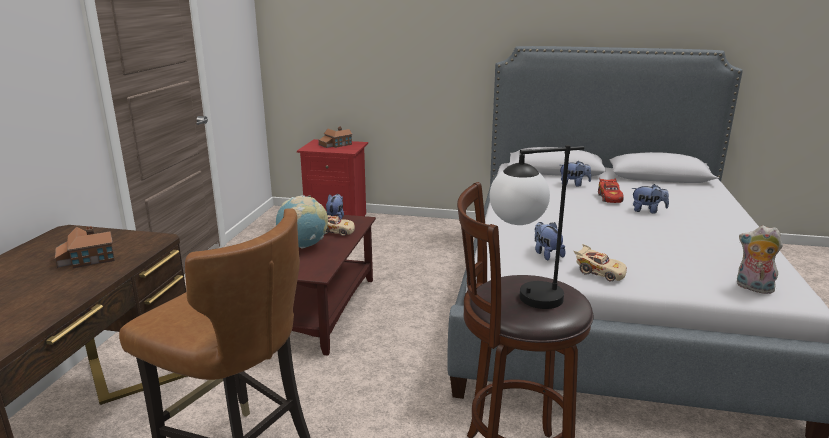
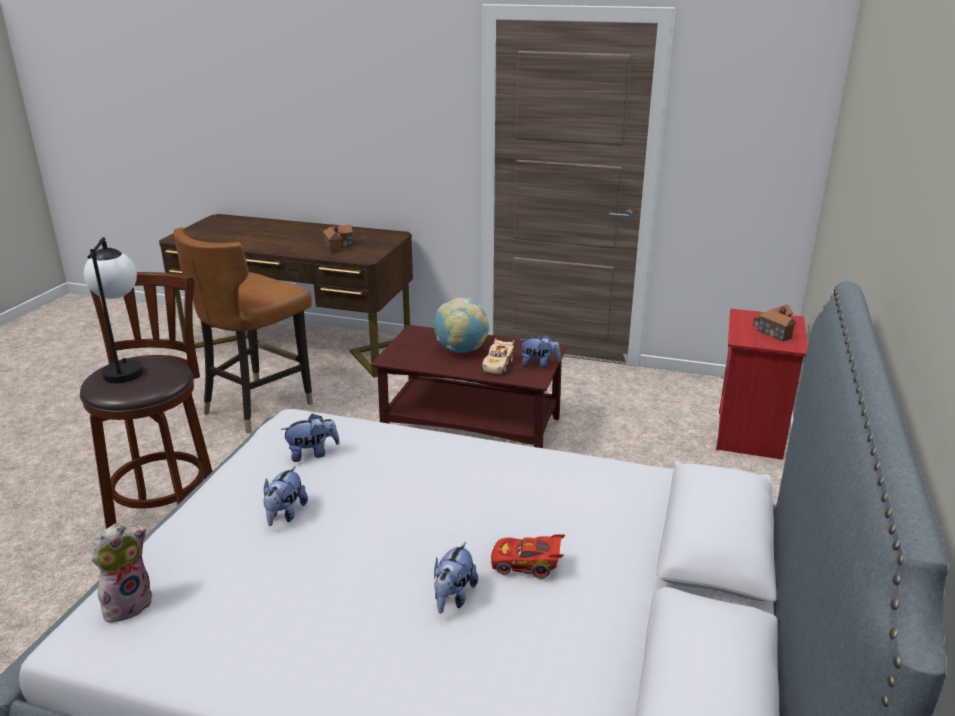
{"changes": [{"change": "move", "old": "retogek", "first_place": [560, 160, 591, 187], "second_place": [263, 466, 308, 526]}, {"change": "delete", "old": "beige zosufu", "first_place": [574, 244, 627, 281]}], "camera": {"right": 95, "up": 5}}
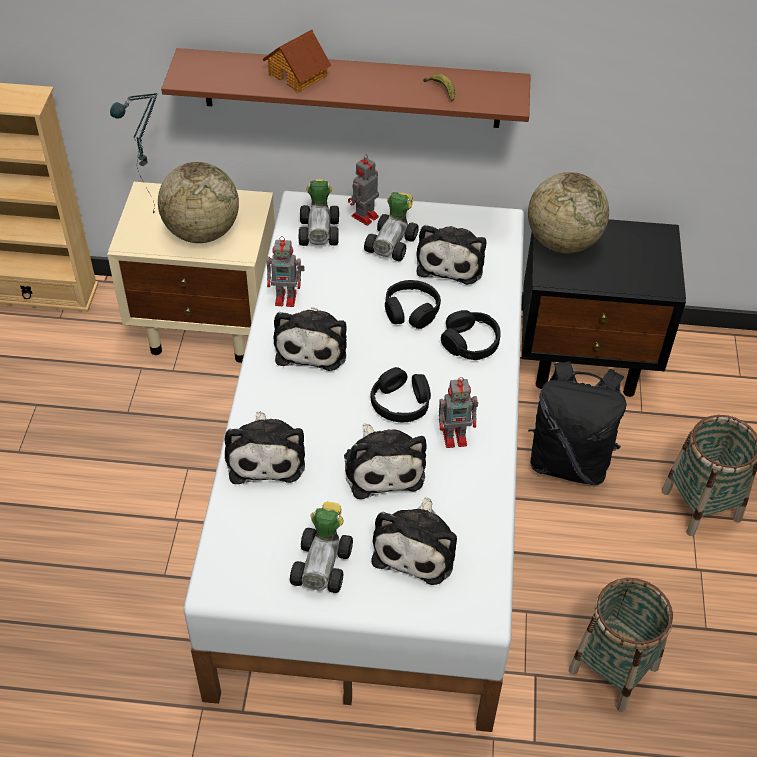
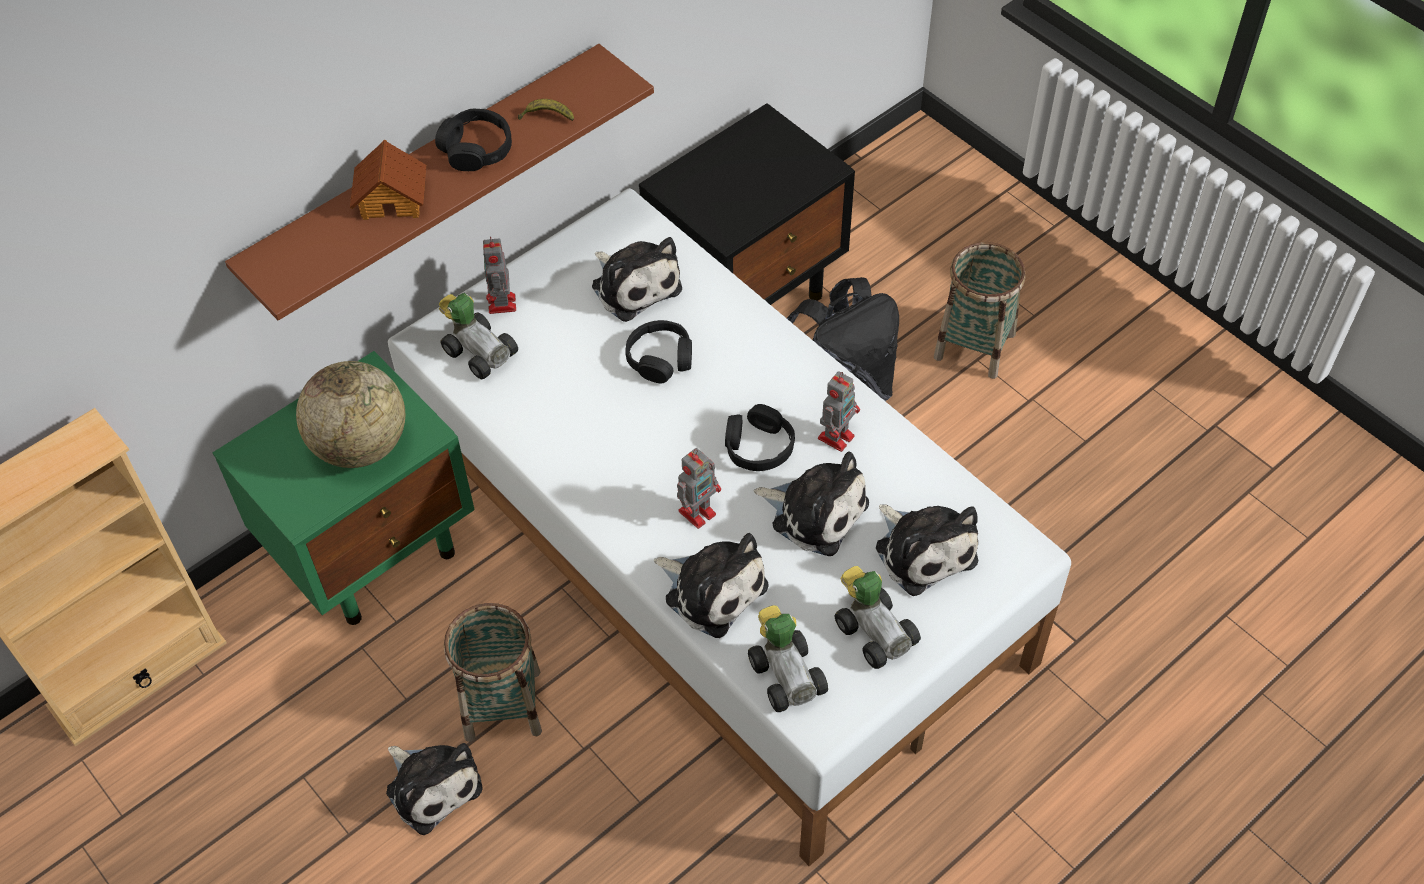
{"changes": [{"change": "delete", "old": "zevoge", "first_place": [110, 93, 158, 214]}, {"change": "delete", "old": "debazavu", "first_place": [528, 172, 609, 254]}, {"change": "recolor", "old": "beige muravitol", "new": "green muravitol", "first_place": [107, 182, 275, 363], "second_place": [213, 351, 475, 625]}, {"change": "move", "old": "zosufu", "first_place": [364, 192, 419, 261], "second_place": [748, 605, 828, 712]}, {"change": "move", "old": "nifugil", "first_place": [266, 236, 305, 307], "second_place": [677, 448, 721, 529]}, {"change": "move", "old": "retogek", "first_place": [274, 307, 347, 371], "second_place": [386, 743, 483, 835]}, {"change": "move", "old": "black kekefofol", "first_place": [441, 310, 501, 360], "second_place": [435, 109, 512, 171]}, {"change": "move", "old": "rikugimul", "first_place": [568, 578, 673, 712], "second_place": [444, 603, 542, 742]}], "camera": {"right": -45, "up": 5}}
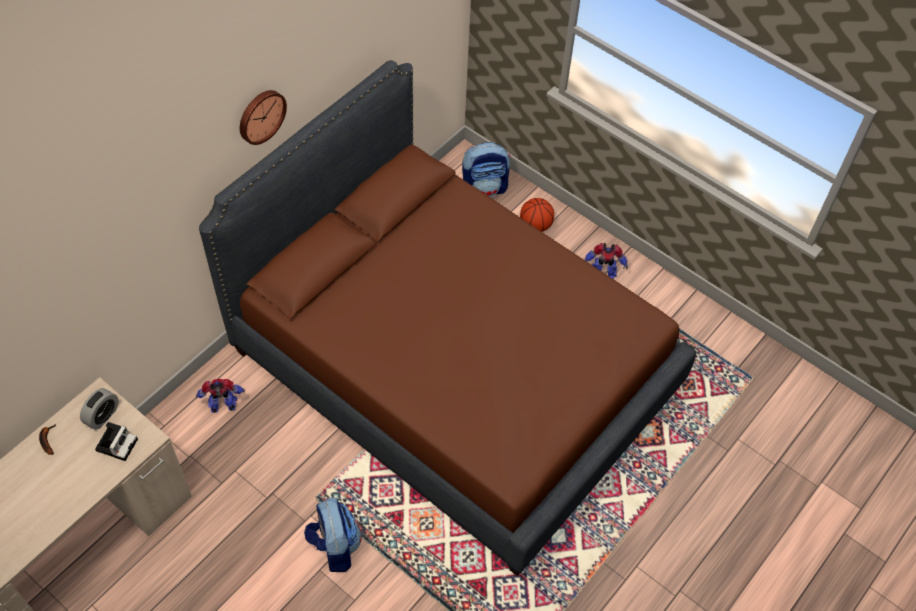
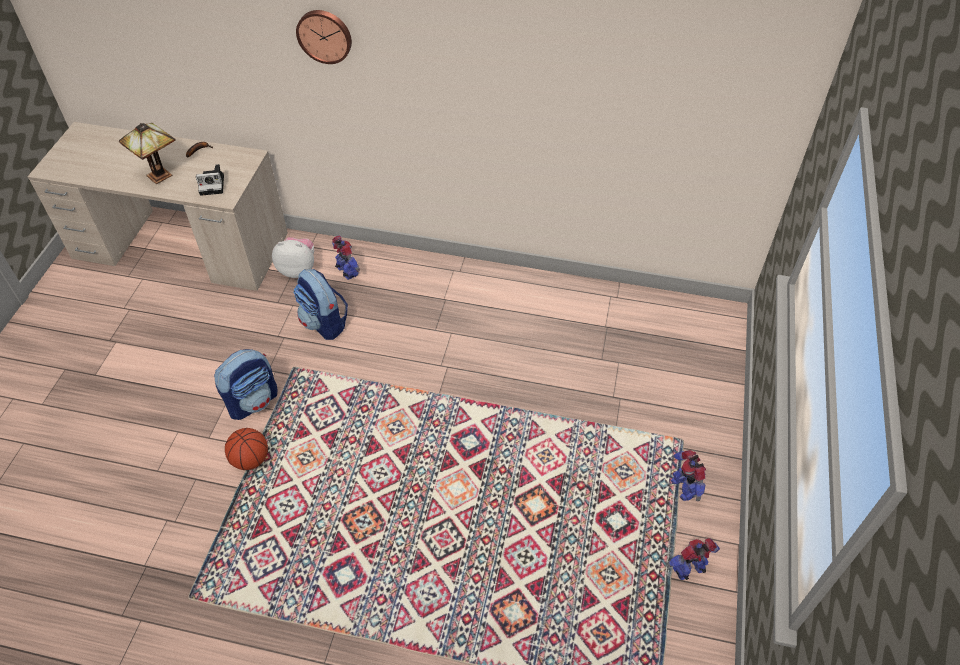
{"changes": [{"change": "delete", "old": "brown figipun", "first_place": [199, 60, 696, 576]}, {"change": "move", "old": "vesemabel", "first_place": [240, 90, 287, 145], "second_place": [296, 10, 352, 64]}, {"change": "move", "old": "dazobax", "first_place": [462, 142, 510, 197], "second_place": [293, 269, 348, 340]}, {"change": "move", "old": "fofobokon", "first_place": [520, 198, 554, 232], "second_place": [225, 428, 268, 470]}, {"change": "delete", "old": "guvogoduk", "first_place": [80, 388, 119, 430]}, {"change": "insert", "new": "zevoge", "second_place": [119, 123, 176, 184]}, {"change": "insert", "new": "retogek", "second_place": [272, 237, 314, 278]}, {"change": "insert", "new": "nifugil", "second_place": [666, 538, 720, 580]}], "camera": {"right": 65, "up": -5}}
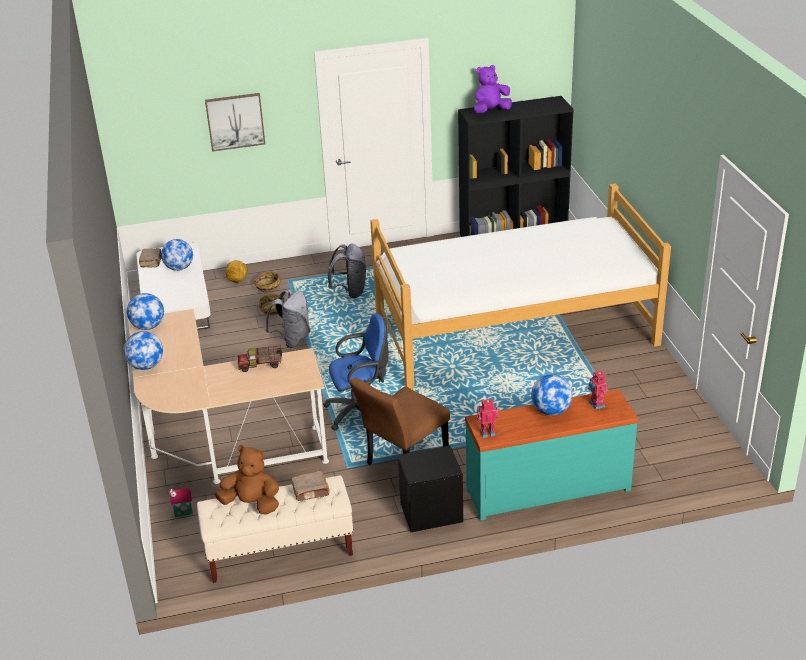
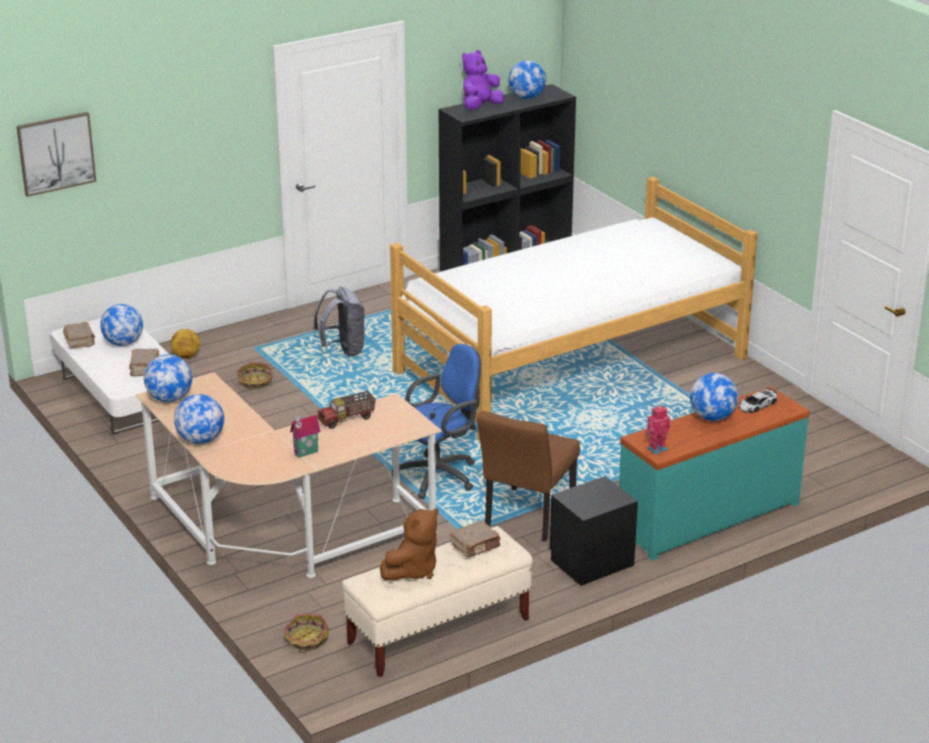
{"changes": [{"change": "move", "old": "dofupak", "first_place": [205, 93, 265, 152], "second_place": [16, 112, 96, 197]}, {"change": "move", "old": "rikugimul", "first_place": [254, 272, 281, 292], "second_place": [284, 613, 329, 653]}, {"change": "delete", "old": "grey dazobax", "first_place": [265, 290, 311, 348]}, {"change": "replace", "old": "nifugil", "new": "zosufu", "first_place": [588, 370, 607, 410], "second_place": [739, 388, 777, 413]}, {"change": "rotate", "old": "brown retogek", "first_place": [215, 445, 279, 514], "second_place": [380, 508, 438, 581], "degrees": 135}, {"change": "move", "old": "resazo", "first_place": [169, 488, 193, 517], "second_place": [290, 414, 321, 458]}, {"change": "insert", "new": "debazavu", "second_place": [508, 61, 546, 99]}, {"change": "insert", "new": "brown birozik", "second_place": [129, 349, 159, 376]}], "camera": {"right": -20, "up": -5}}
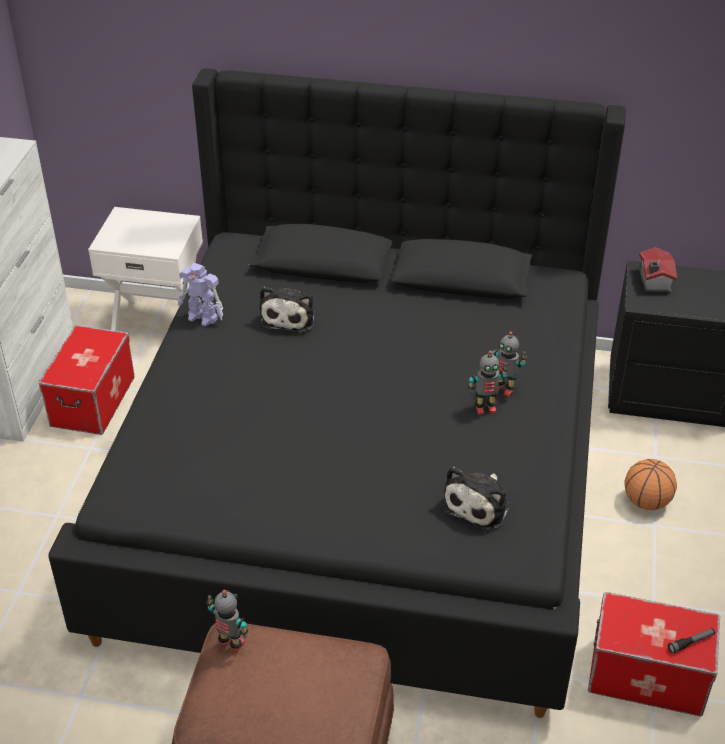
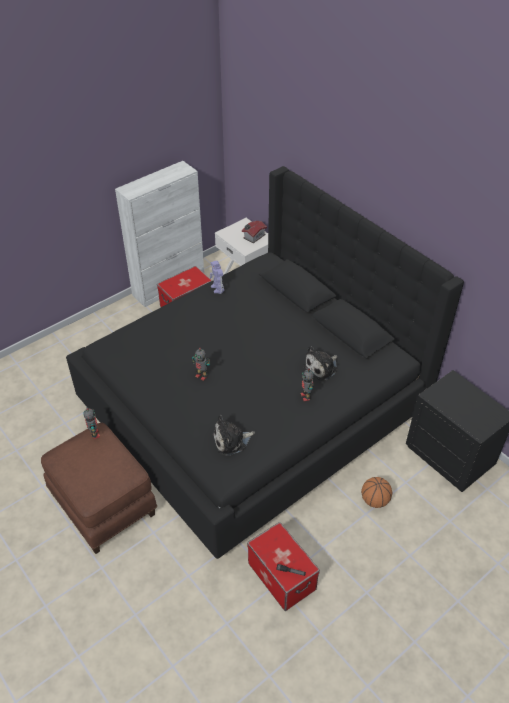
{"changes": [{"change": "move", "old": "resazo", "first_place": [639, 247, 677, 293], "second_place": [242, 221, 267, 243]}, {"change": "move", "old": "retogek", "first_place": [260, 286, 314, 333], "second_place": [303, 346, 337, 381]}, {"change": "move", "old": "nifugil", "first_place": [468, 350, 508, 415], "second_place": [192, 348, 210, 381]}], "camera": {"right": 40, "up": 5}}
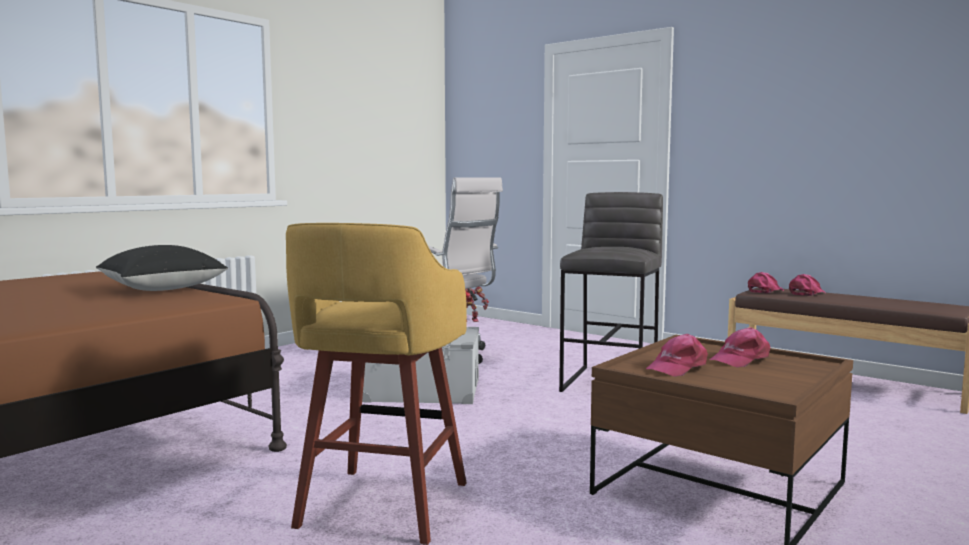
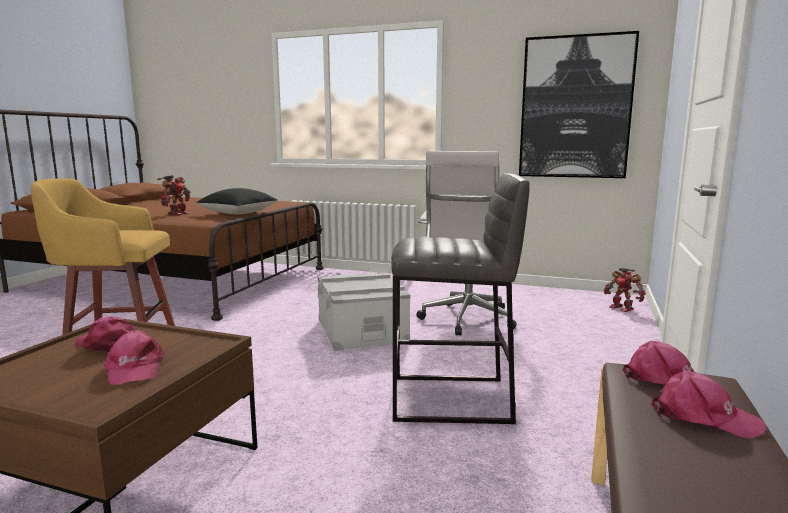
{"changes": [{"change": "rotate", "old": "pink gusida", "first_place": [709, 327, 770, 368], "second_place": [104, 330, 165, 385], "degrees": -150}, {"change": "insert", "new": "dofupak", "second_place": [519, 31, 639, 178]}, {"change": "insert", "new": "nifugil", "second_place": [157, 175, 190, 215]}], "camera": {"right": 70, "up": 5}}
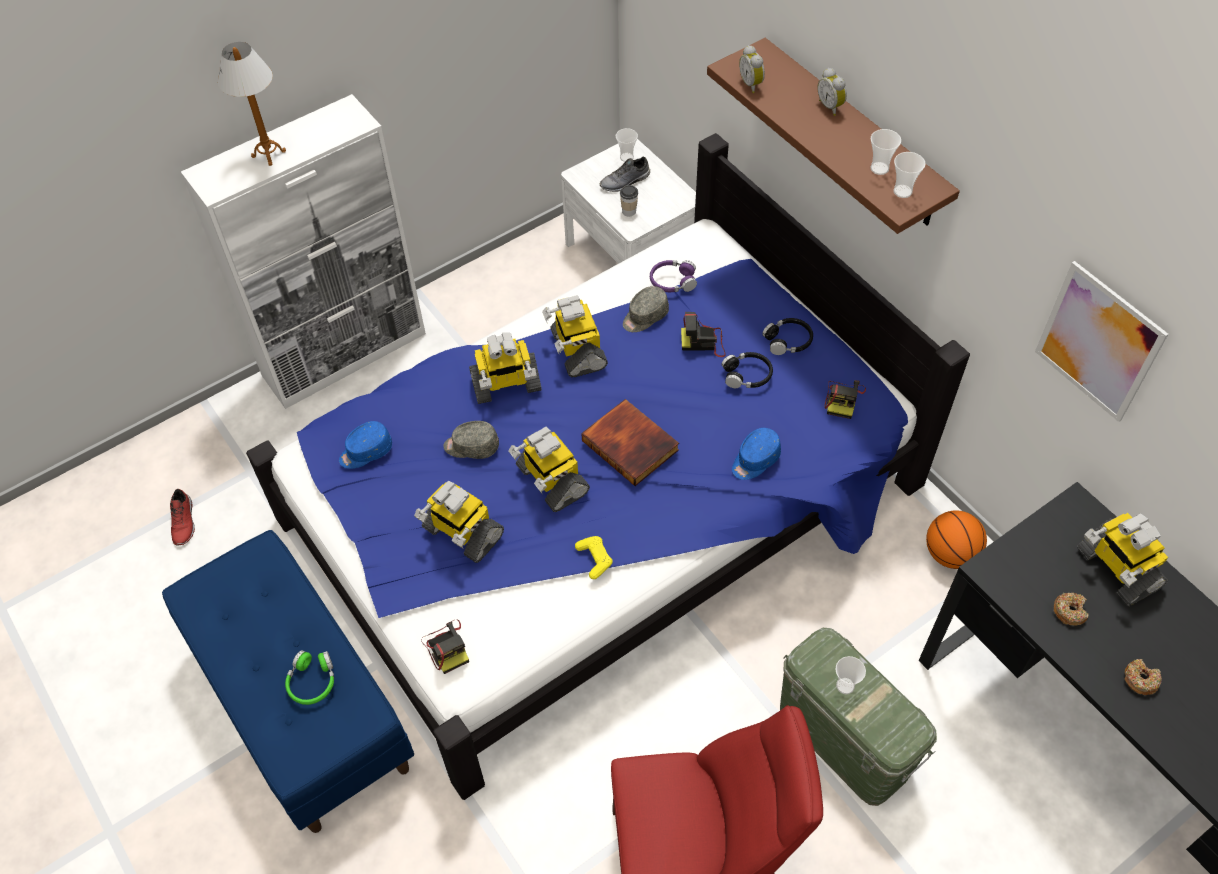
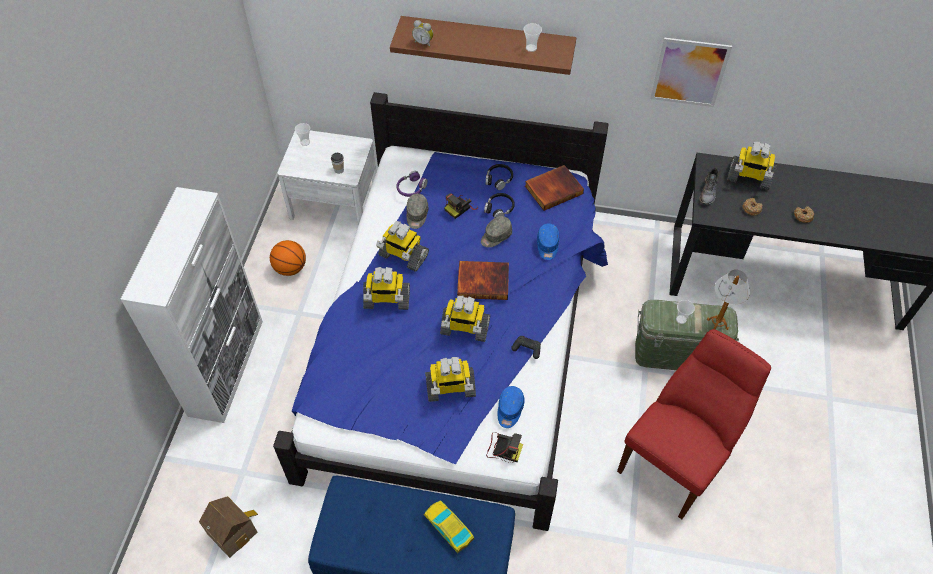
{"changes": [{"change": "move", "old": "zevoge", "first_place": [218, 42, 286, 166], "second_place": [707, 270, 750, 330]}, {"change": "delete", "old": "guvogoduk", "first_place": [817, 68, 847, 116]}, {"change": "delete", "old": "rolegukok", "first_place": [893, 152, 925, 198]}, {"change": "move", "old": "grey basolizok", "first_place": [600, 157, 650, 192], "second_place": [699, 168, 719, 205]}, {"change": "rotate", "old": "nifugil", "first_place": [469, 333, 542, 404], "second_place": [363, 267, 410, 310], "degrees": 60}, {"change": "replace", "old": "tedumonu", "new": "birozik", "first_place": [824, 380, 866, 419], "second_place": [525, 165, 584, 211]}, {"change": "move", "old": "blue gusida", "first_place": [339, 421, 392, 469], "second_place": [498, 386, 525, 428]}, {"change": "move", "old": "grey gusida", "first_place": [443, 421, 499, 459], "second_place": [481, 216, 512, 247]}, {"change": "replace", "old": "red basolizok", "new": "resazo", "first_place": [170, 489, 195, 545], "second_place": [199, 496, 258, 558]}, {"change": "move", "old": "fofobokon", "first_place": [926, 510, 987, 569], "second_place": [270, 240, 306, 276]}, {"change": "recolor", "old": "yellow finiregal", "new": "black finiregal", "first_place": [575, 536, 613, 579], "second_place": [511, 336, 541, 359]}, {"change": "replace", "old": "green kekefofol", "new": "zosufu", "first_place": [285, 650, 334, 705], "second_place": [424, 500, 474, 553]}], "camera": {"right": -45, "up": 0}}
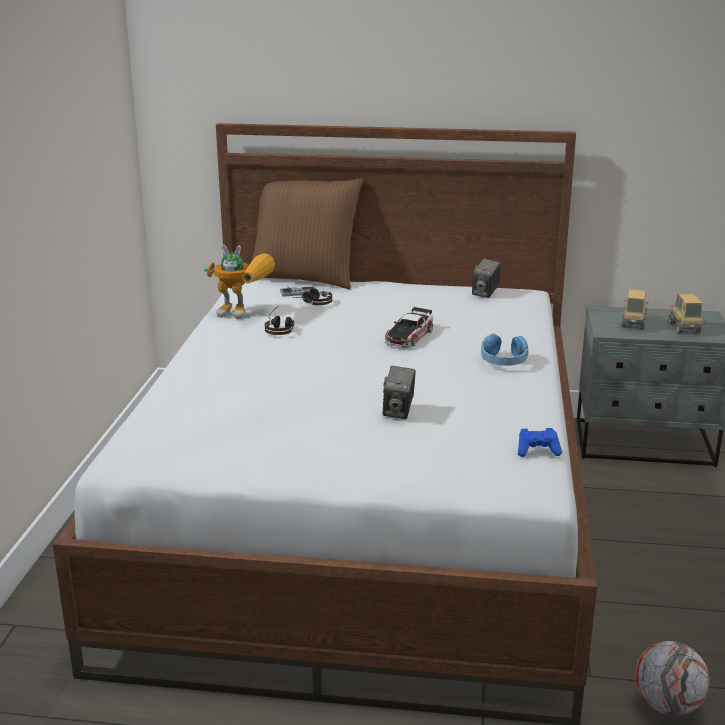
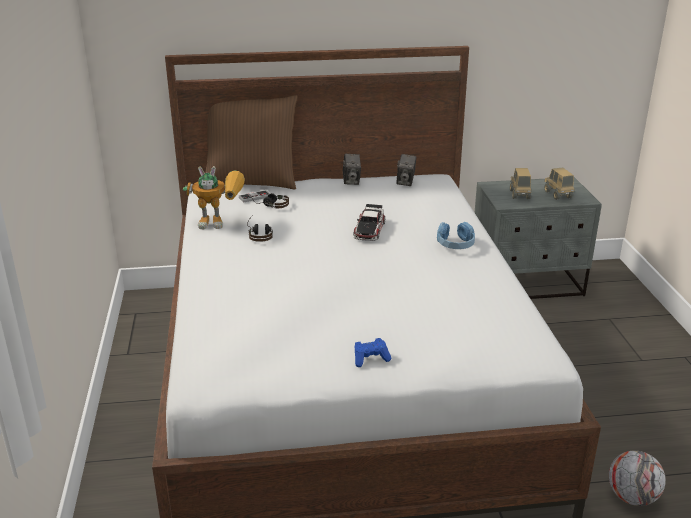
{"changes": [{"change": "move", "old": "tedumonu", "first_place": [383, 366, 416, 419], "second_place": [343, 154, 361, 185]}, {"change": "move", "old": "blue finiregal", "first_place": [518, 428, 562, 457], "second_place": [354, 338, 391, 367]}], "camera": {"right": -15, "up": 5}}
